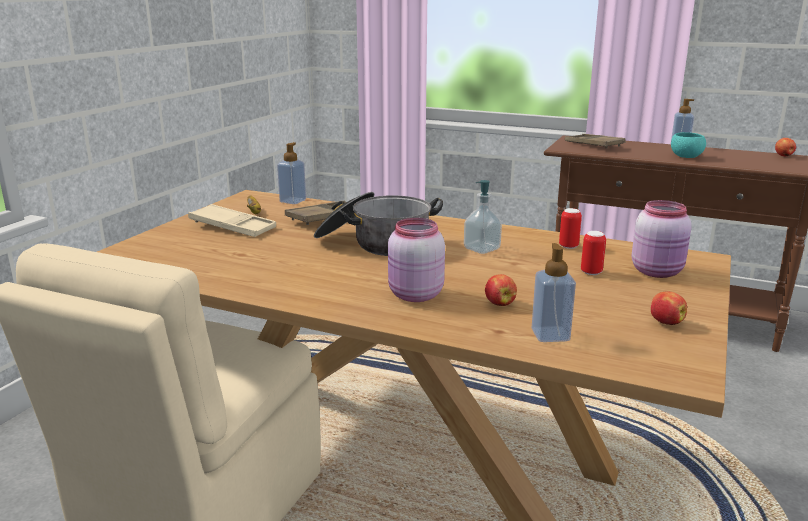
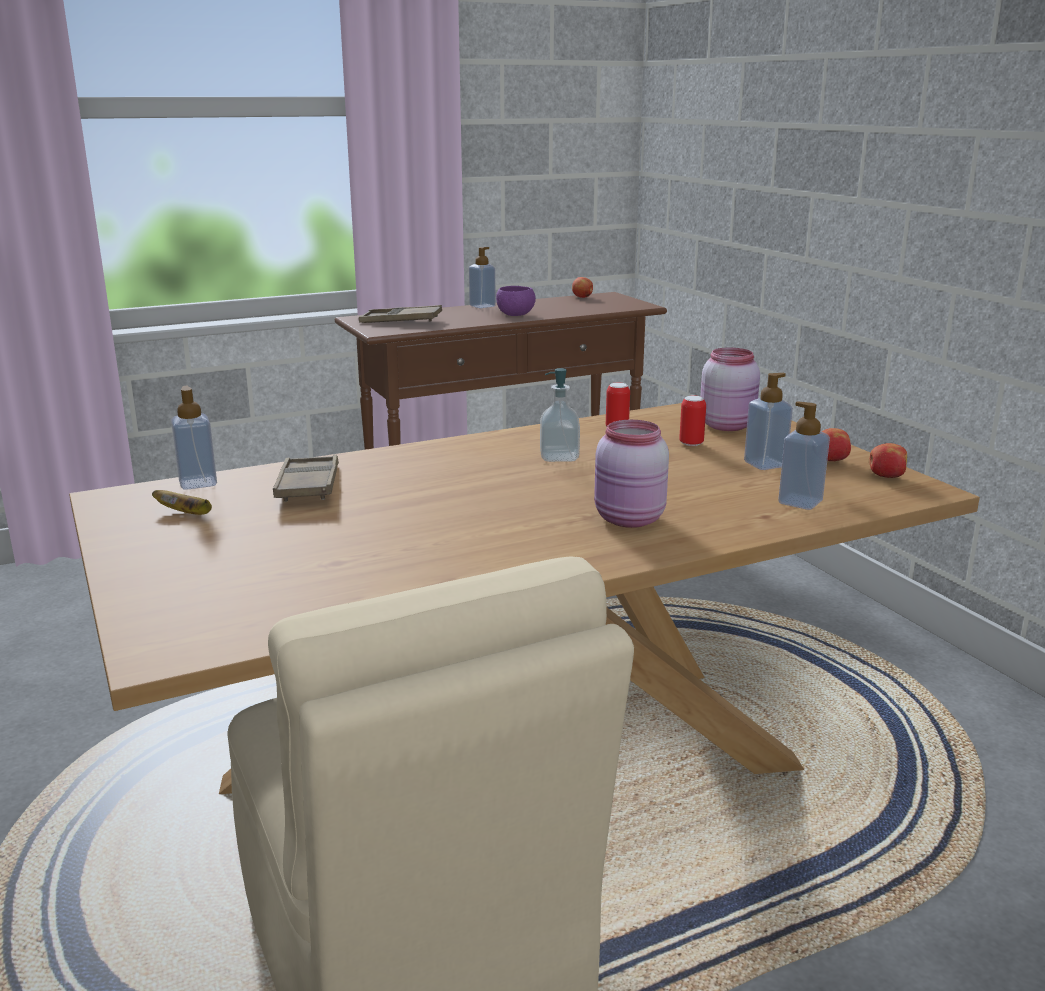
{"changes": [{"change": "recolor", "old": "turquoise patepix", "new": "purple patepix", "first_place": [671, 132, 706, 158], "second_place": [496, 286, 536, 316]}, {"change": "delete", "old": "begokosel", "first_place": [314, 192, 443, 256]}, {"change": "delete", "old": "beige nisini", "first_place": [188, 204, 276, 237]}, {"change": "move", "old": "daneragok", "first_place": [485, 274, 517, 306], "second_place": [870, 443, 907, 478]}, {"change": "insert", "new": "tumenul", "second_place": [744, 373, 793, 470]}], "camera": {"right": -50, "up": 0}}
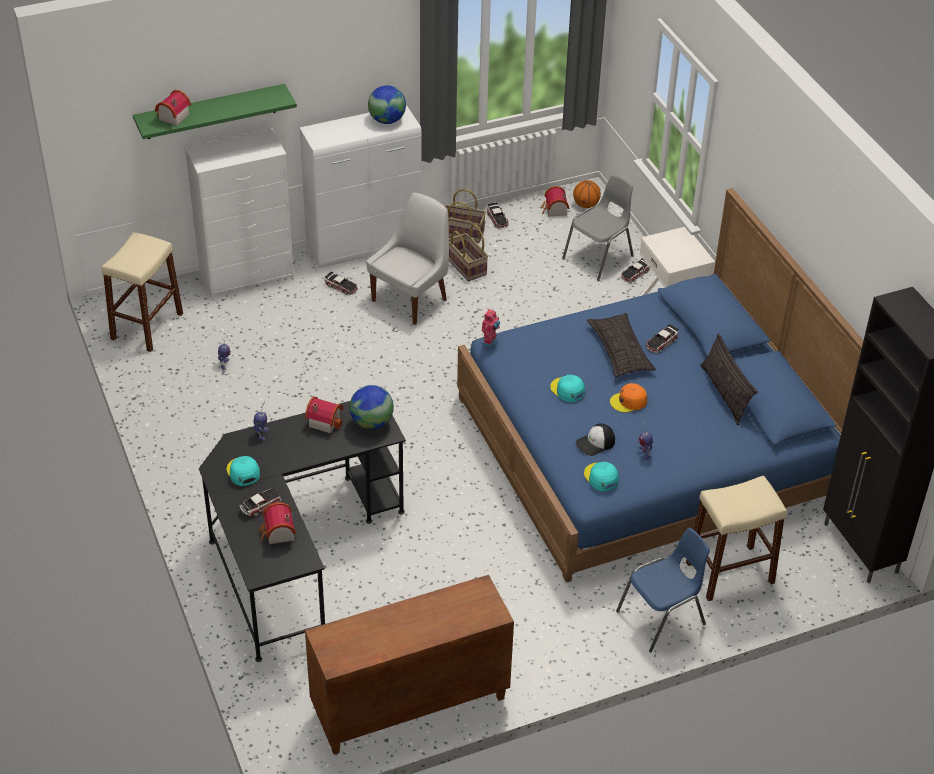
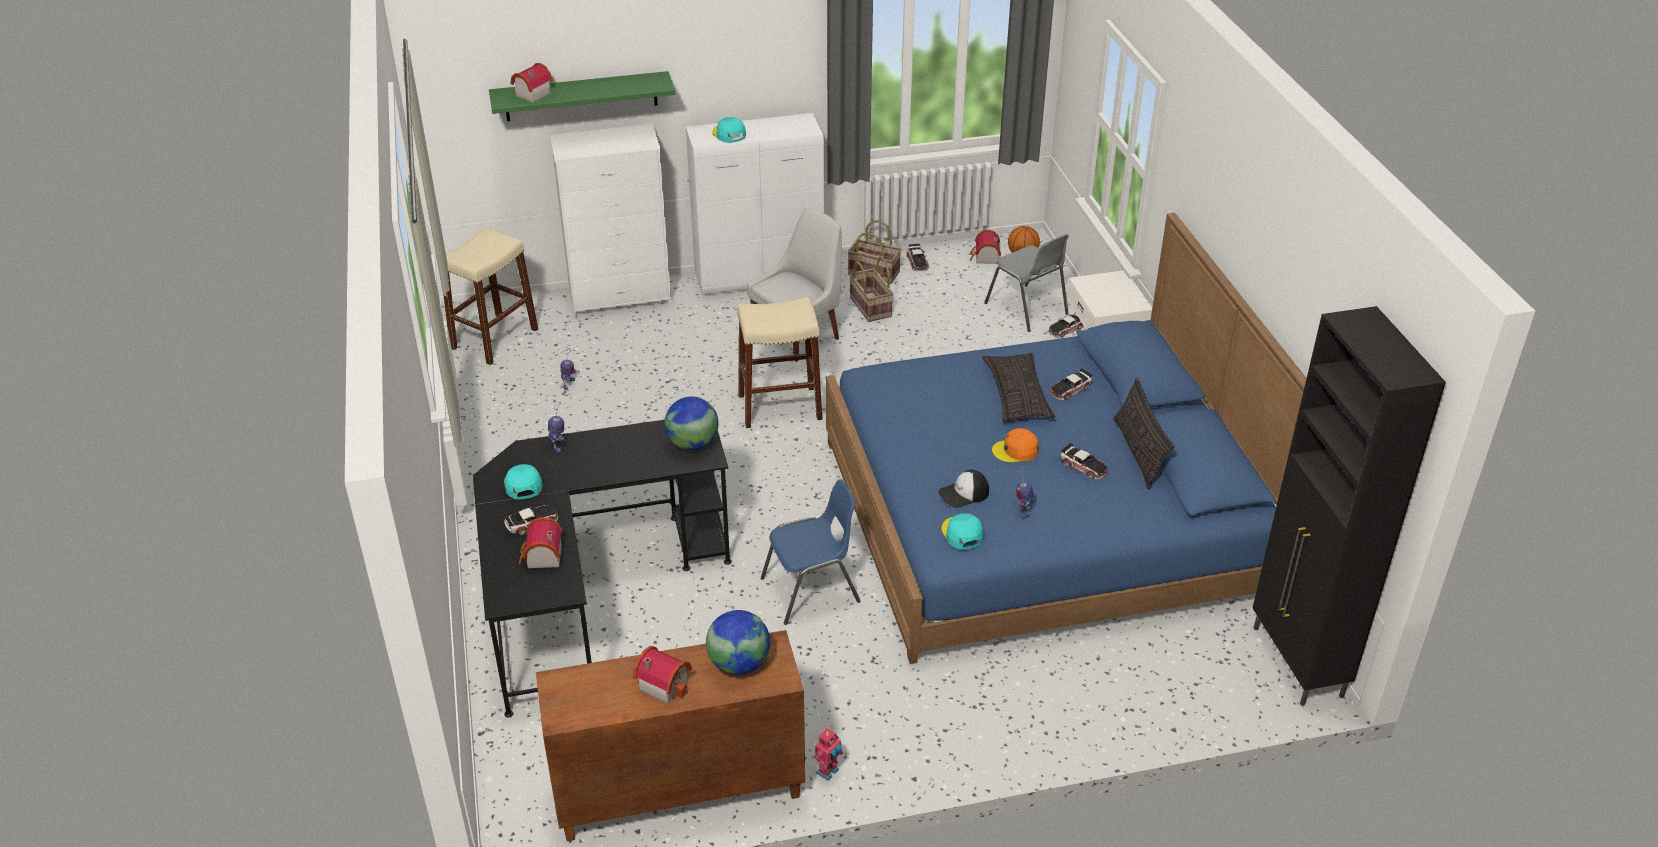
{"changes": [{"change": "move", "old": "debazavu", "first_place": [368, 85, 406, 124], "second_place": [706, 610, 770, 675]}, {"change": "rotate", "old": "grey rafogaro", "first_place": [562, 175, 634, 281], "second_place": [984, 234, 1069, 332], "degrees": 90}, {"change": "move", "old": "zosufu", "first_place": [325, 271, 358, 295], "second_place": [1060, 443, 1108, 480]}, {"change": "move", "old": "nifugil", "first_place": [482, 309, 500, 347], "second_place": [814, 728, 843, 781]}, {"change": "move", "old": "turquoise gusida", "first_place": [550, 375, 585, 402], "second_place": [712, 117, 746, 143]}, {"change": "move", "old": "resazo", "first_place": [305, 396, 343, 434], "second_place": [633, 646, 692, 704]}, {"change": "move", "old": "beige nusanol", "first_place": [686, 476, 787, 601], "second_place": [737, 297, 822, 428]}, {"change": "move", "old": "blue rafogaro", "first_place": [616, 528, 710, 652], "second_place": [761, 479, 861, 625]}], "camera": {"right": 10, "up": -5}}
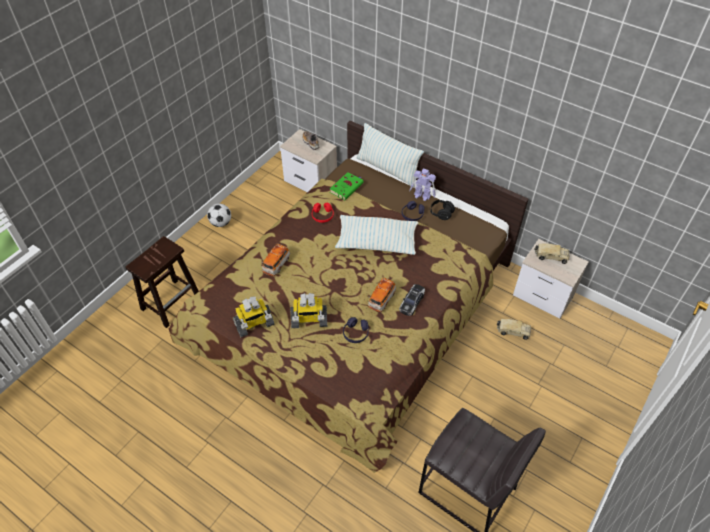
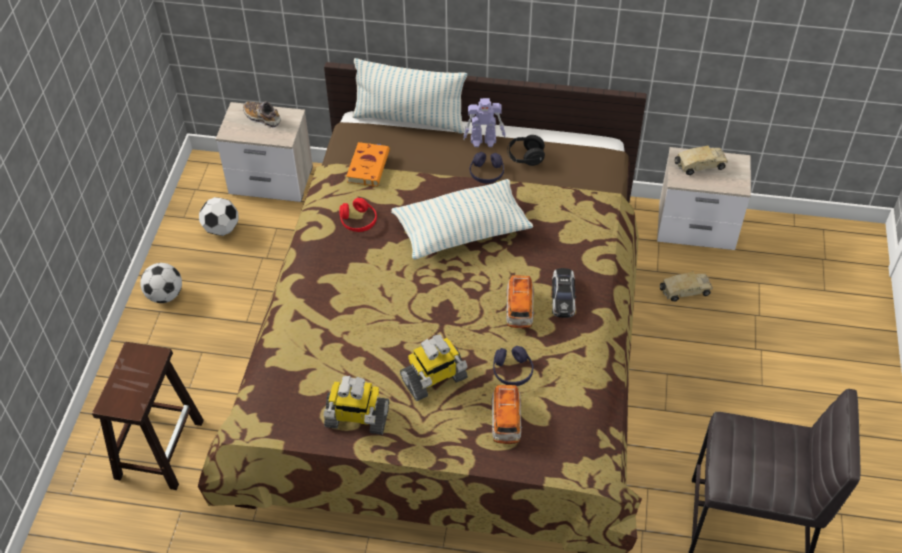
{"changes": [{"change": "recolor", "old": "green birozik", "new": "orange birozik", "first_place": [330, 172, 364, 200], "second_place": [346, 142, 390, 186]}, {"change": "move", "old": "zosufu", "first_place": [262, 243, 290, 276], "second_place": [492, 385, 522, 444]}, {"change": "rotate", "old": "nifugil", "first_place": [233, 296, 275, 337], "second_place": [324, 376, 389, 435], "degrees": 60}, {"change": "insert", "new": "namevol", "second_place": [199, 197, 239, 236]}], "camera": {"right": -25, "up": 0}}
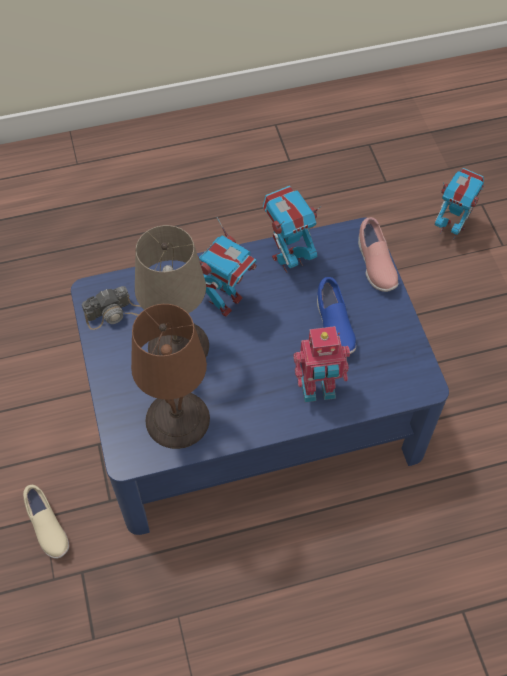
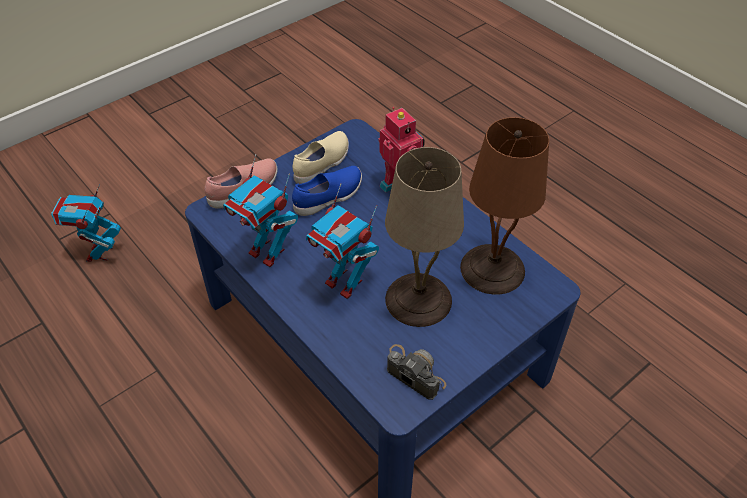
{"changes": [{"change": "rotate", "old": "nifugil", "first_place": [198, 217, 257, 317], "second_place": [306, 183, 379, 299], "degrees": -150}, {"change": "move", "old": "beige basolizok", "first_place": [23, 485, 69, 559], "second_place": [293, 131, 349, 184]}], "camera": {"right": -115, "up": -10}}
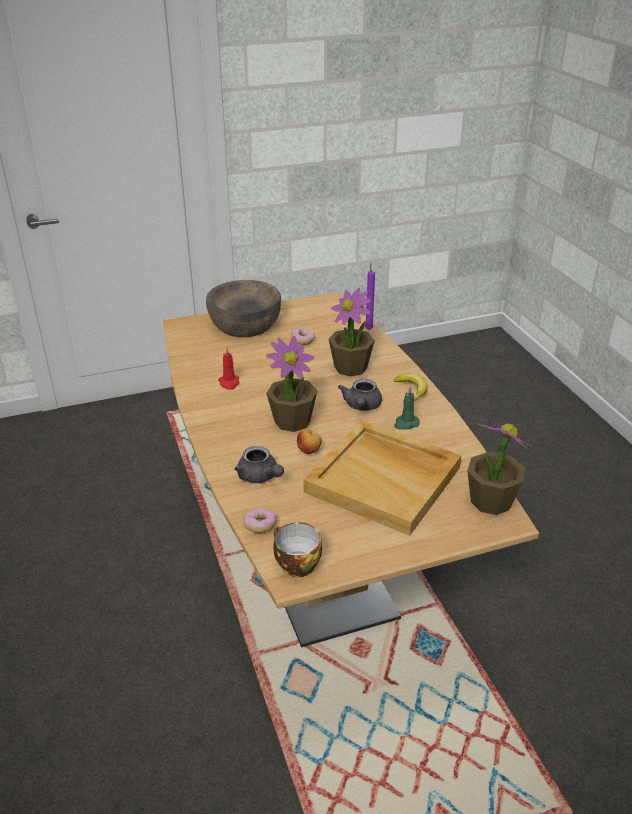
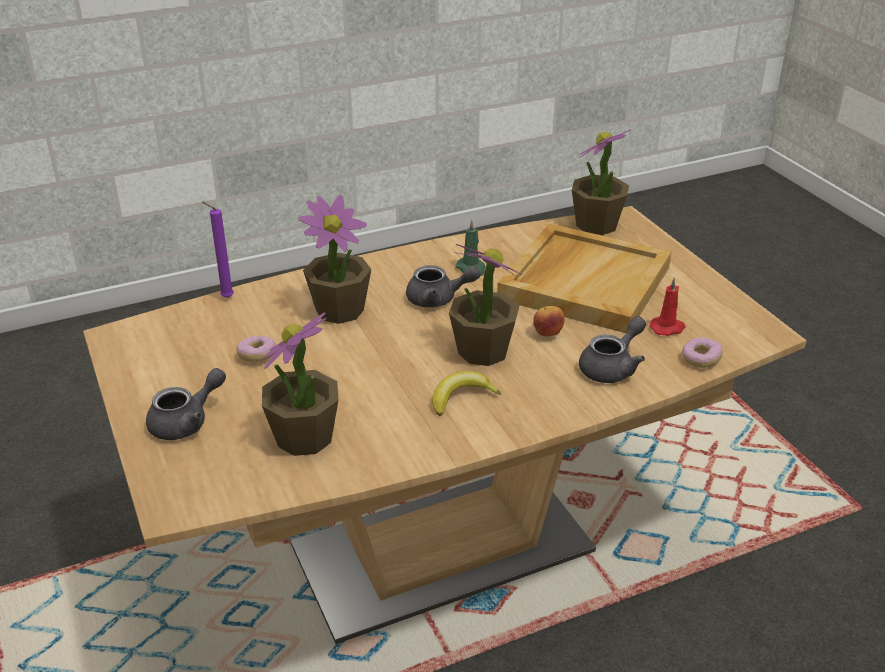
{"changes": [{"change": "replace", "old": "brown patepix", "new": "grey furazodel", "first_place": [206, 280, 281, 337], "second_place": [146, 368, 226, 440]}, {"change": "move", "old": "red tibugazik", "first_place": [218, 348, 239, 390], "second_place": [650, 277, 686, 336]}, {"change": "move", "old": "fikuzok", "first_place": [394, 373, 428, 401], "second_place": [432, 371, 501, 416]}, {"change": "delete", "old": "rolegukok", "first_place": [273, 522, 322, 577]}, {"change": "insert", "new": "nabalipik", "second_place": [262, 313, 339, 456]}], "camera": {"right": -95, "up": 0}}
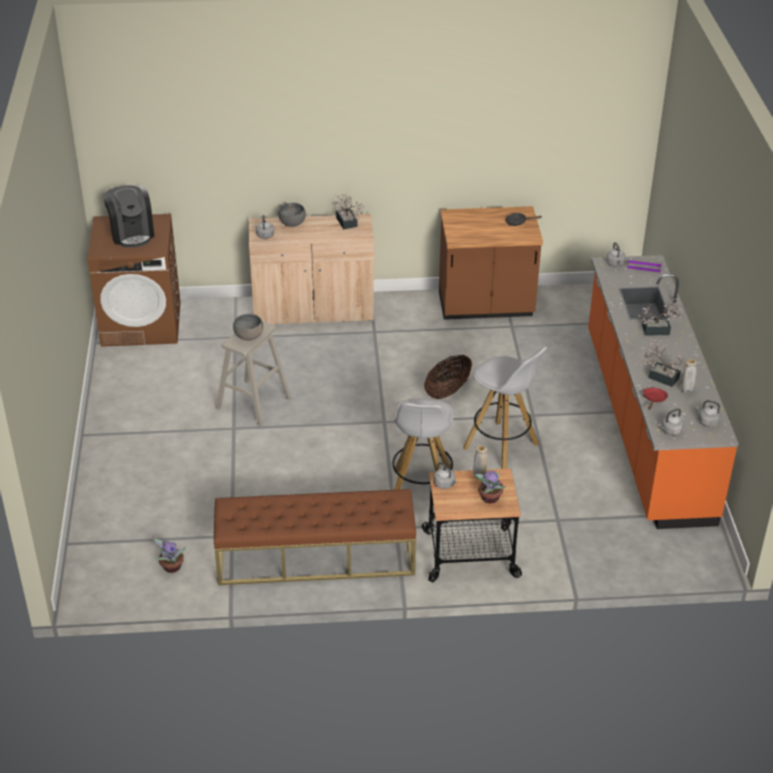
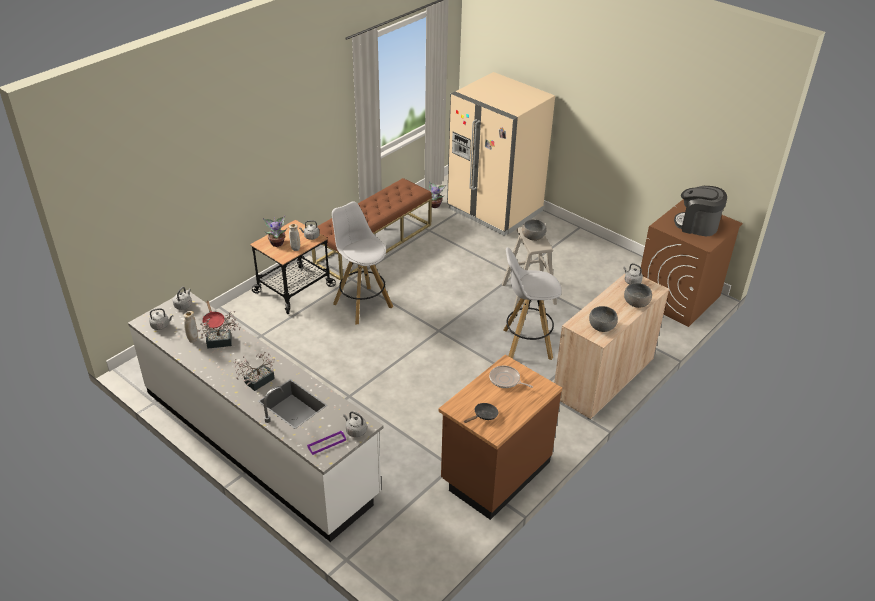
{"changes": [{"change": "replace", "old": "nabalipik", "new": "grey patepix", "first_place": [332, 194, 364, 229], "second_place": [589, 306, 618, 332]}, {"change": "recolor", "old": "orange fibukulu", "new": "white fibukulu", "first_place": [588, 255, 738, 529], "second_place": [128, 290, 383, 542]}, {"change": "move", "old": "white nusanol", "first_place": [463, 346, 547, 469], "second_place": [504, 247, 562, 360]}, {"change": "delete", "old": "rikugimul", "first_place": [424, 354, 472, 399]}, {"change": "insert", "new": "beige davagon", "second_place": [447, 72, 555, 236]}, {"change": "insert", "new": "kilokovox", "second_place": [489, 365, 533, 388]}], "camera": {"right": 135, "up": 0}}
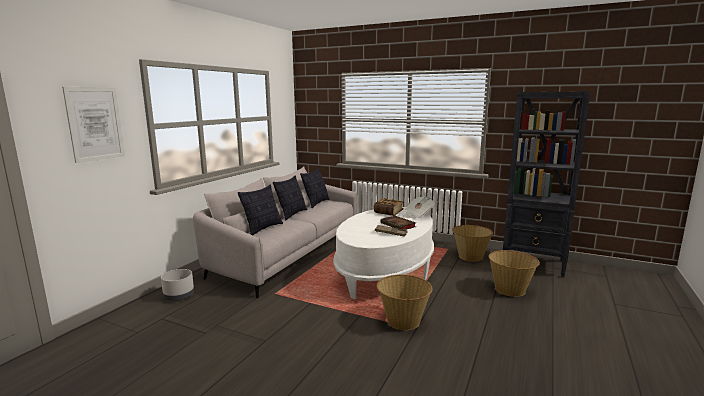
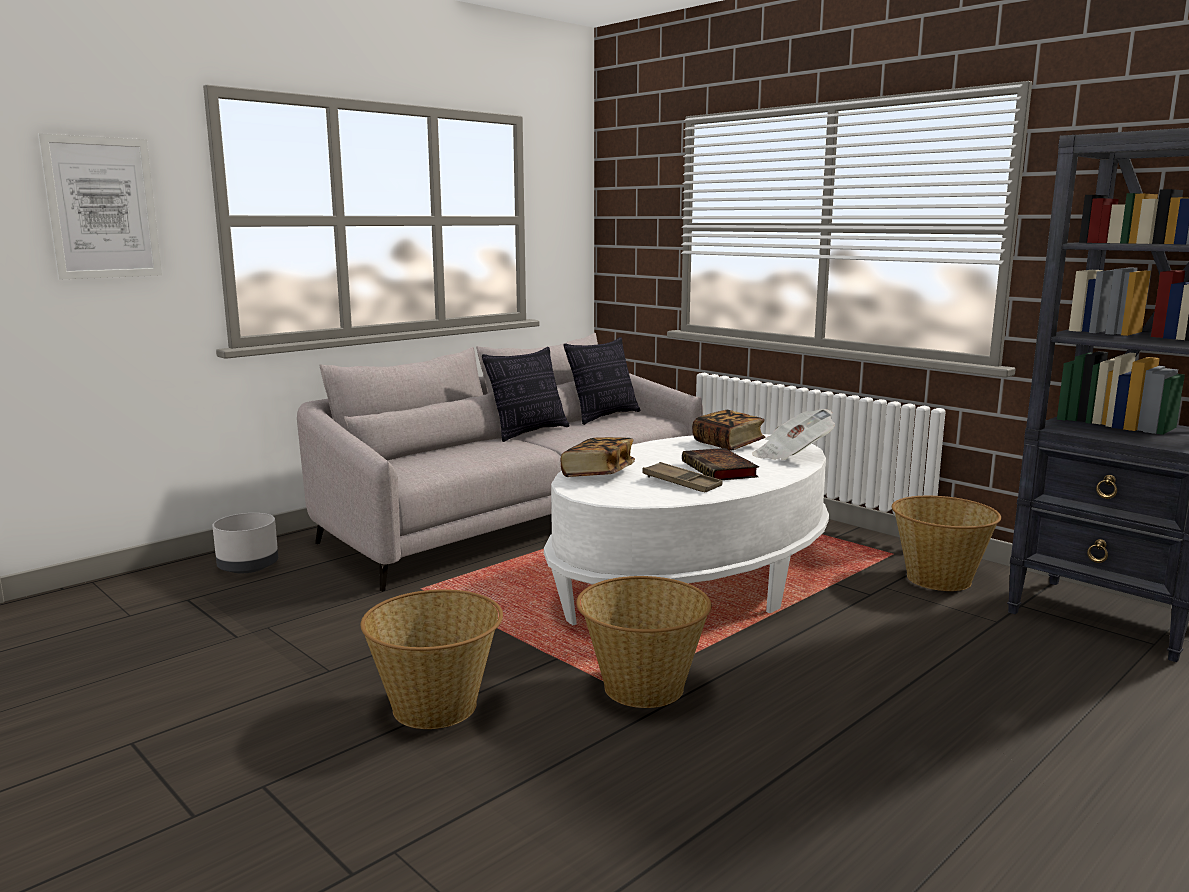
{"changes": [{"change": "delete", "old": "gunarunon", "first_place": [238, 185, 283, 235]}, {"change": "move", "old": "rikugimul", "first_place": [488, 250, 540, 297], "second_place": [361, 589, 503, 729]}, {"change": "insert", "new": "birozik", "second_place": [561, 437, 635, 477]}], "camera": {"right": 20, "up": 0}}
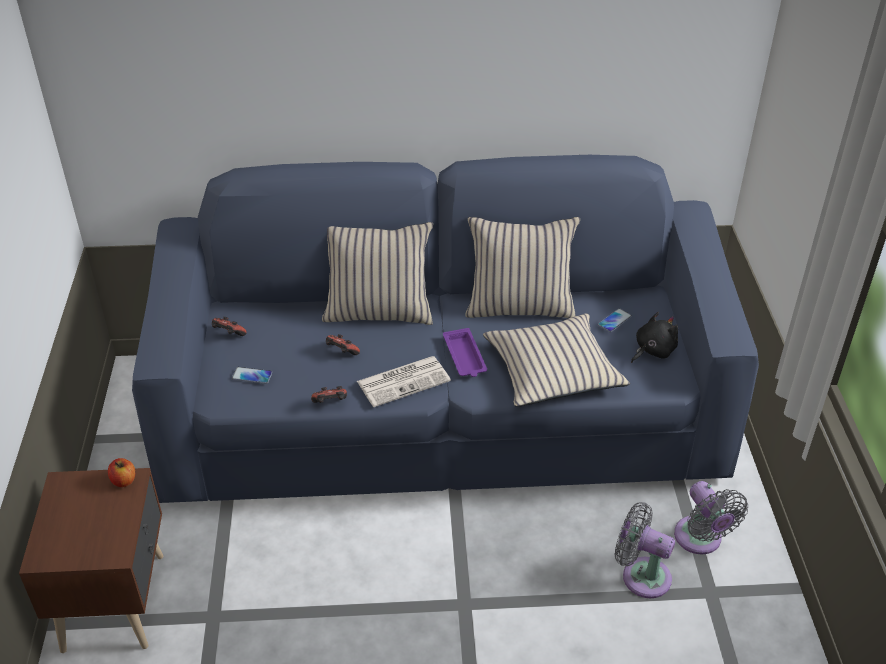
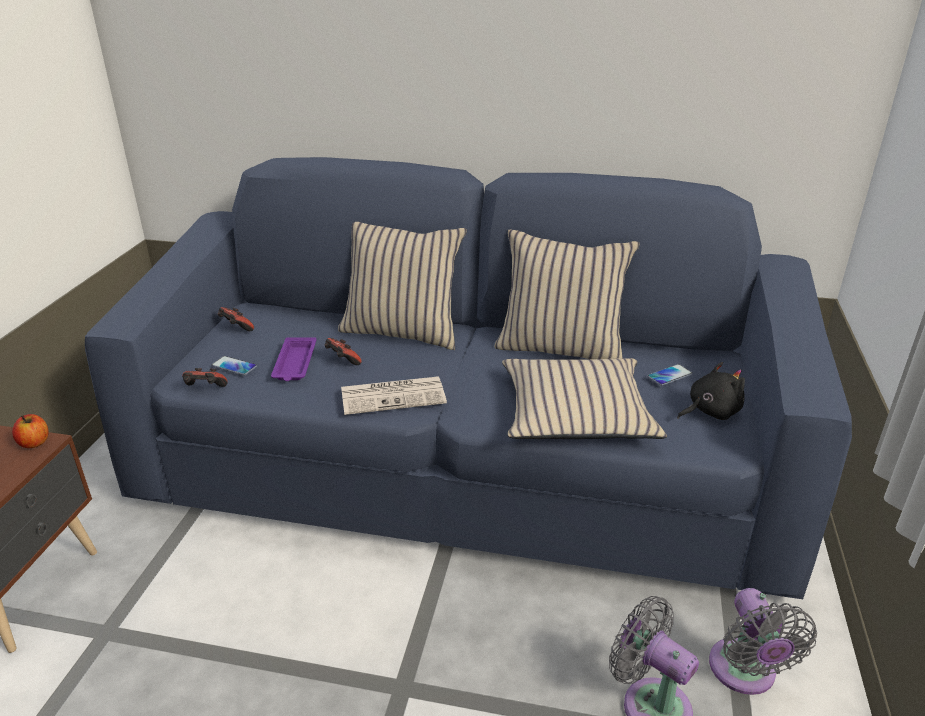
{"changes": [{"change": "move", "old": "purple nisini", "first_place": [443, 328, 487, 377], "second_place": [271, 338, 316, 381]}, {"change": "move", "old": "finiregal", "first_place": [311, 386, 347, 403], "second_place": [182, 368, 228, 387]}], "camera": {"right": 15, "up": -10}}
